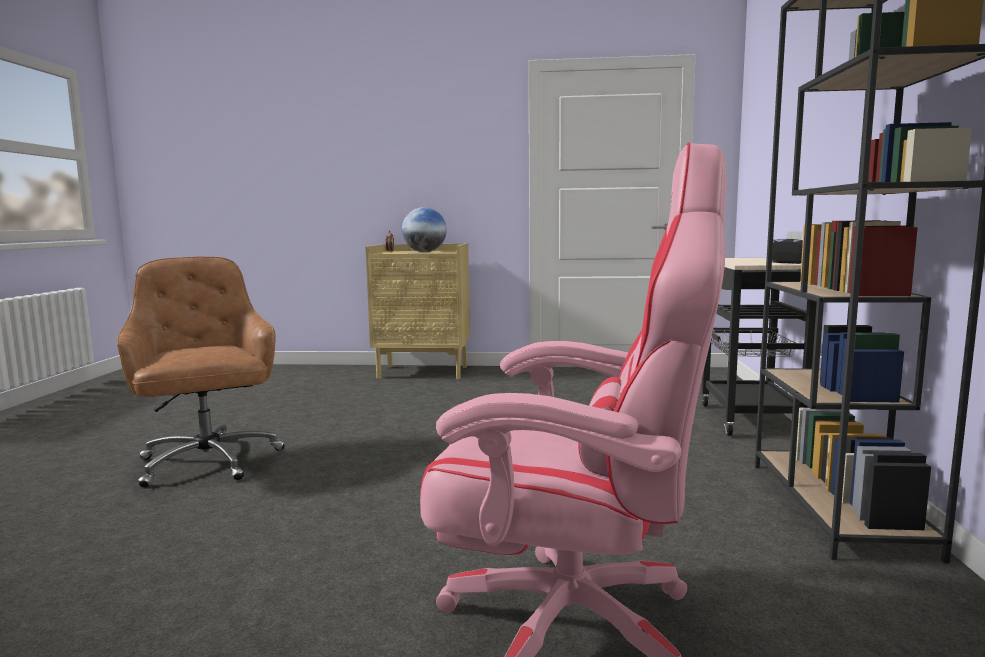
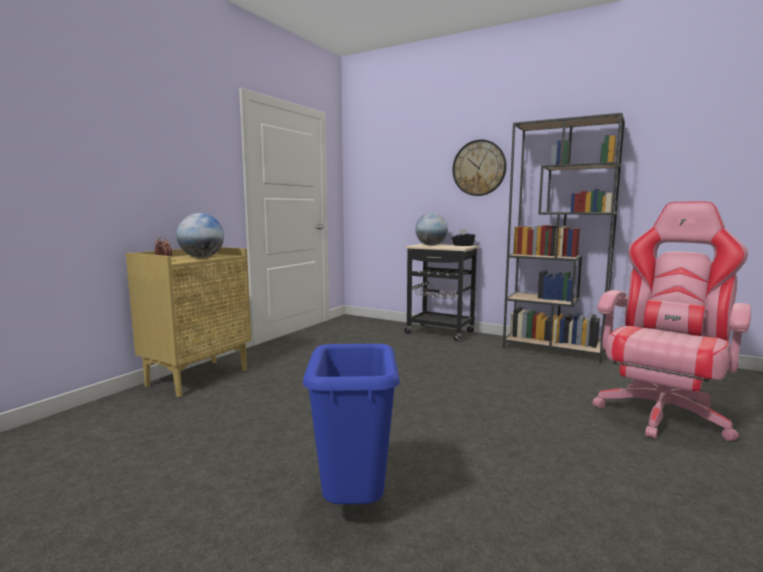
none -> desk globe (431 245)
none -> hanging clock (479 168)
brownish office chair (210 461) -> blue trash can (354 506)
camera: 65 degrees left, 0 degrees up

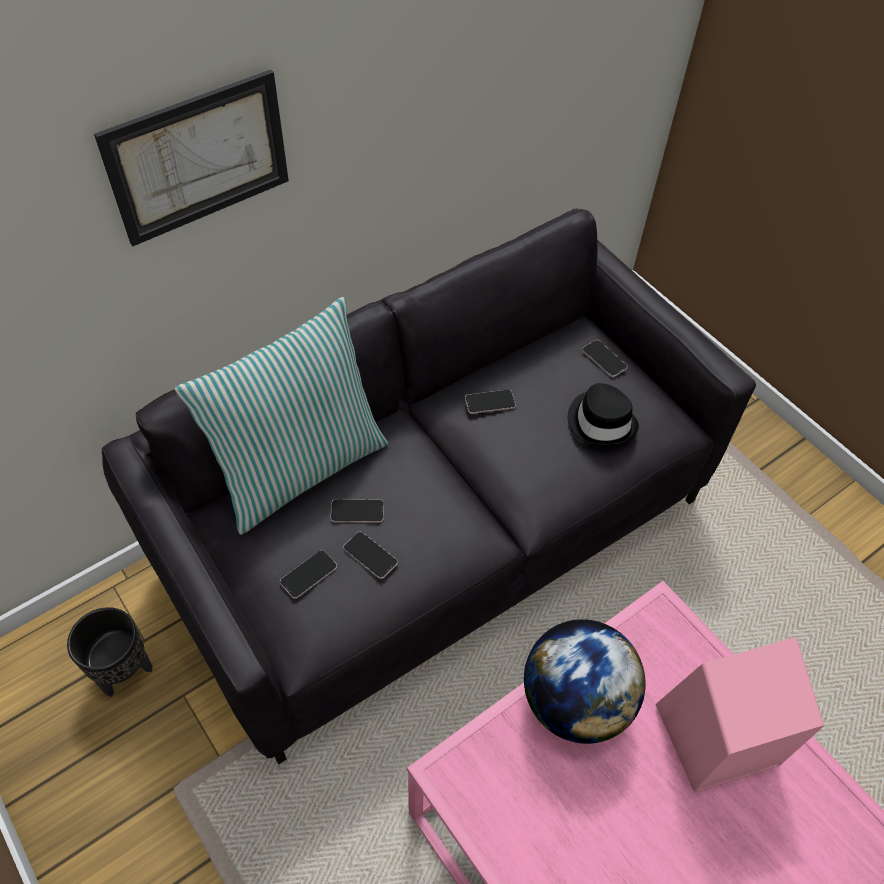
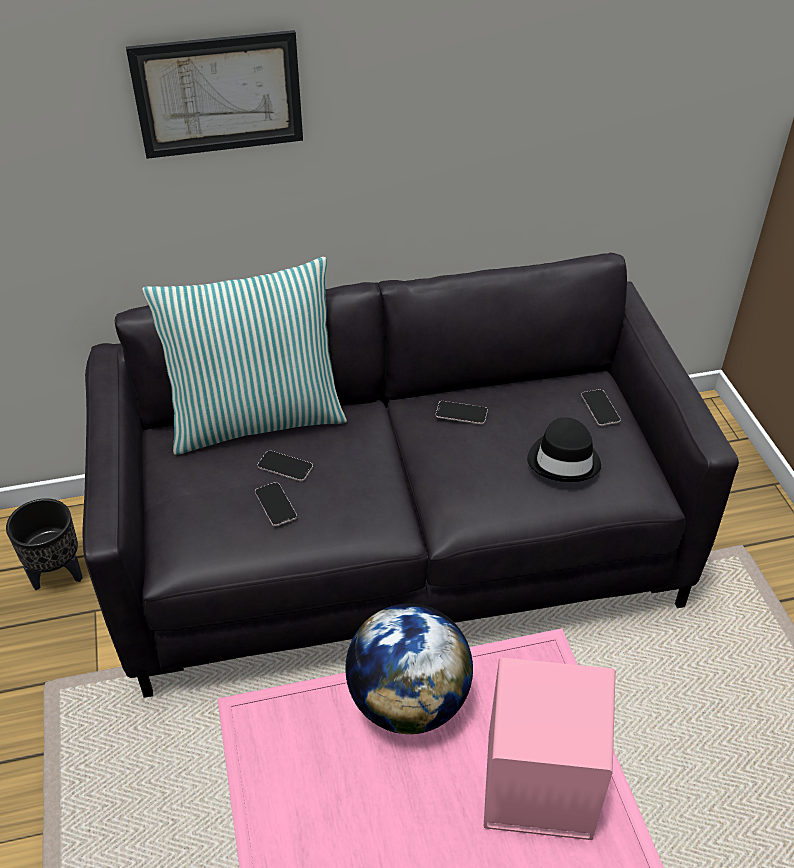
telephone (308 574) -> none
camera: 25 degrees right, 10 degrees down

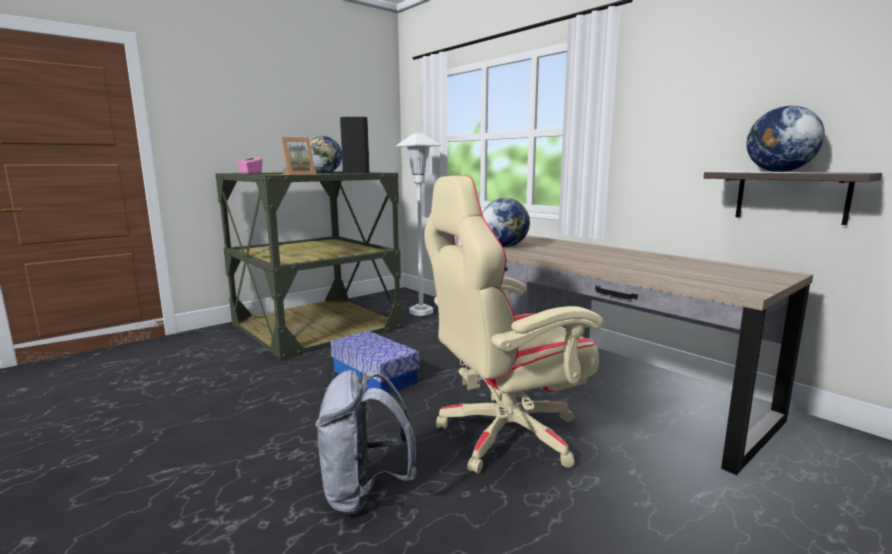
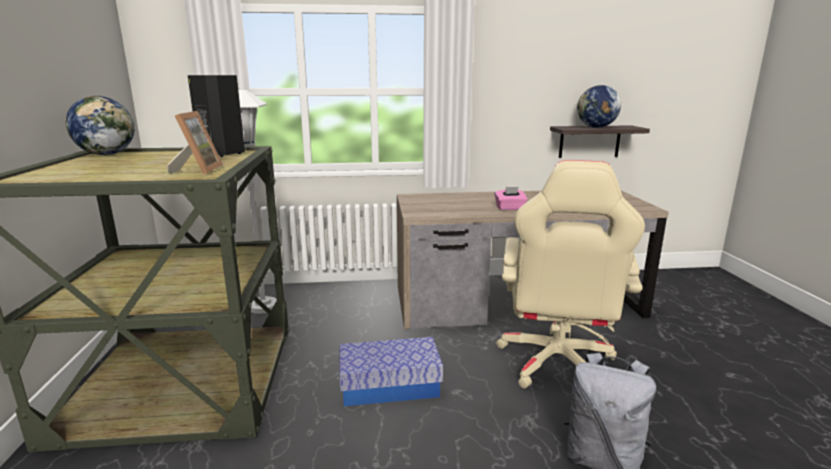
desk globe (504 246) -> none
pinkish box of tissues (250 173) -> pinkish box of tissues (510 208), relocated
camera: 55 degrees left, 5 degrees up

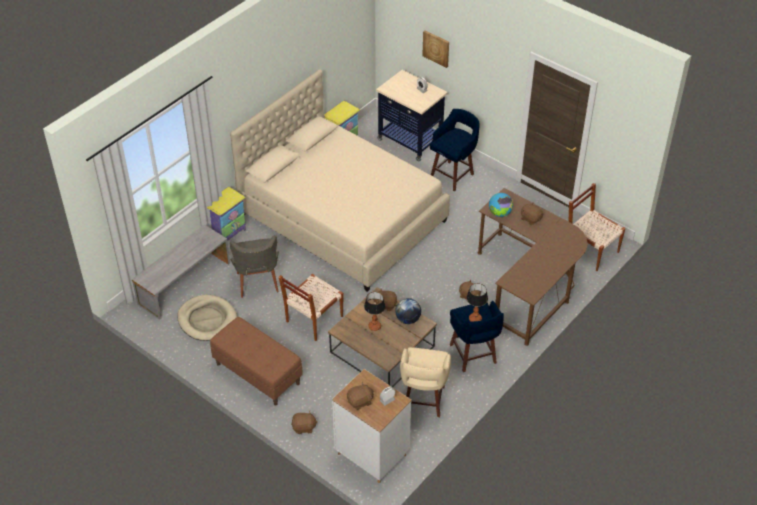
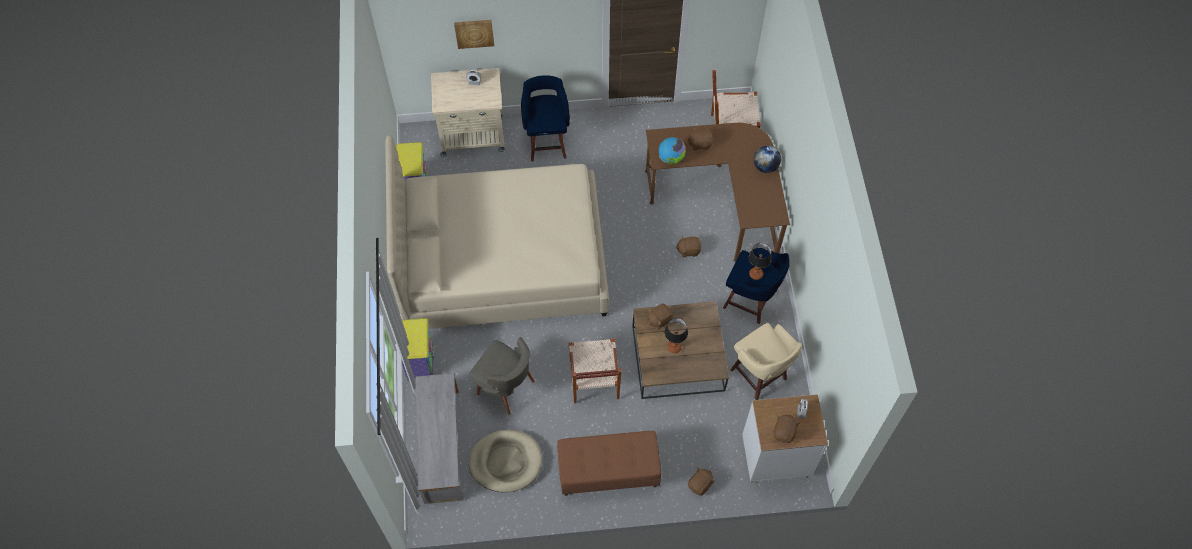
desk globe (408 319) -> desk globe (765 167), relocated
blue cart (410 142) -> beige-coloured cart (473 137)
camera: 45 degrees left, 15 degrees up

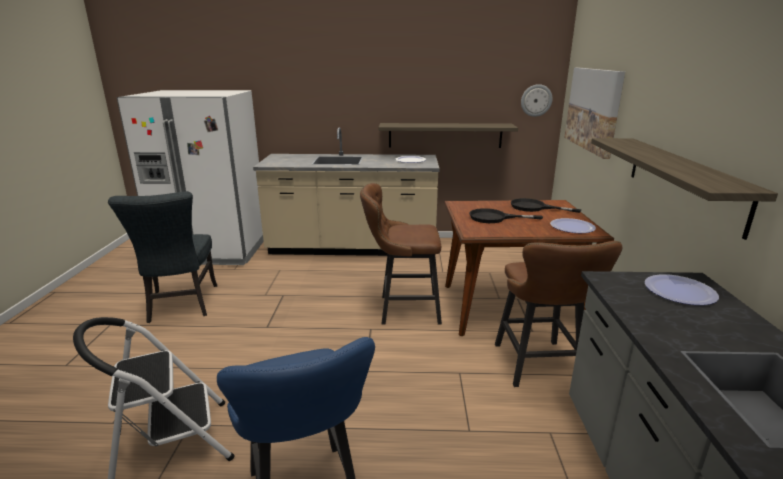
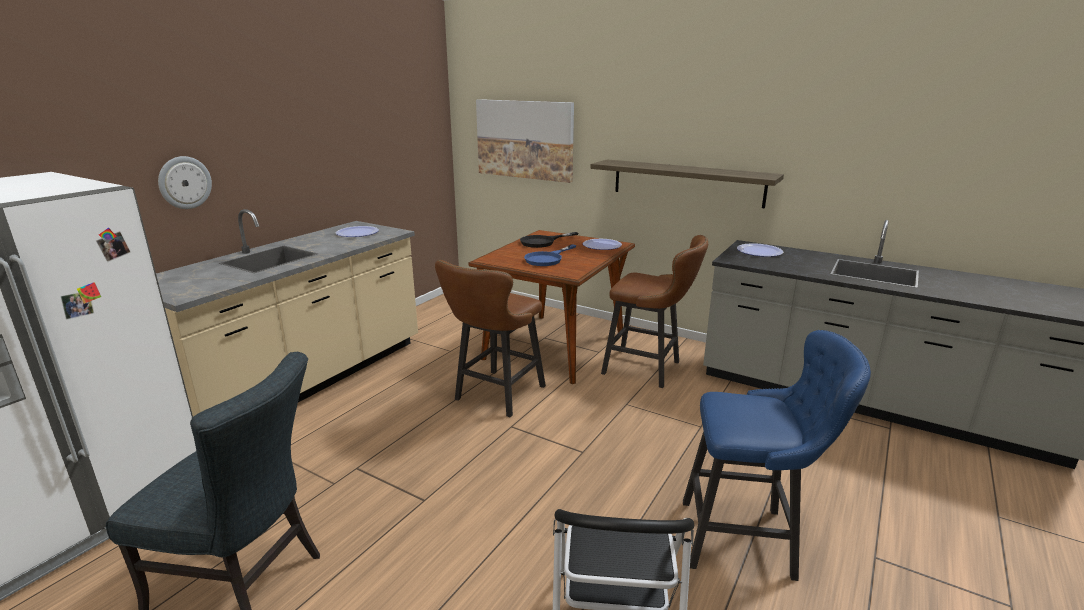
shelf (445 135) -> none
hanging clock (536 100) -> hanging clock (184 182), relocated
black-coloured skillet (494 218) -> blue skillet (547 259)
camera: 60 degrees left, 0 degrees up

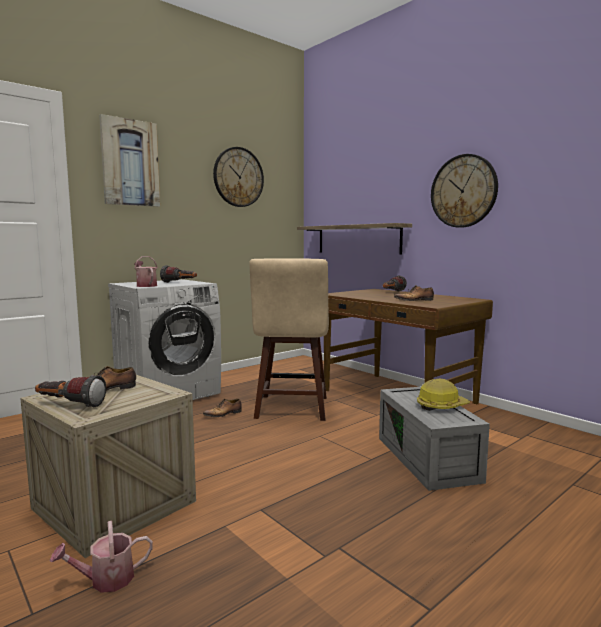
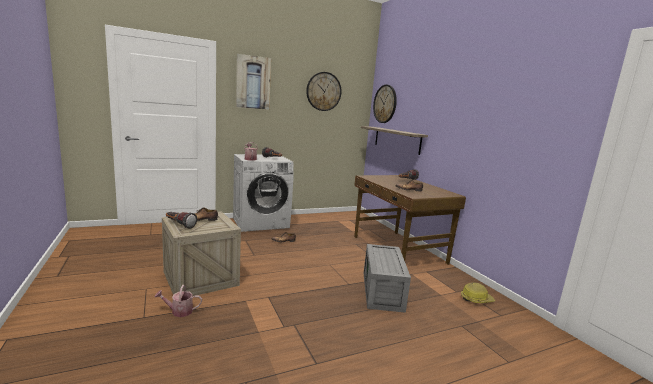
beige-coloured stool seat (291 409) -> none
safety helmet (441 406) -> safety helmet (476 299), relocated
hanging clock (463 191) -> hanging clock (385 104), relocated
camera: 15 degrees right, 5 degrees up

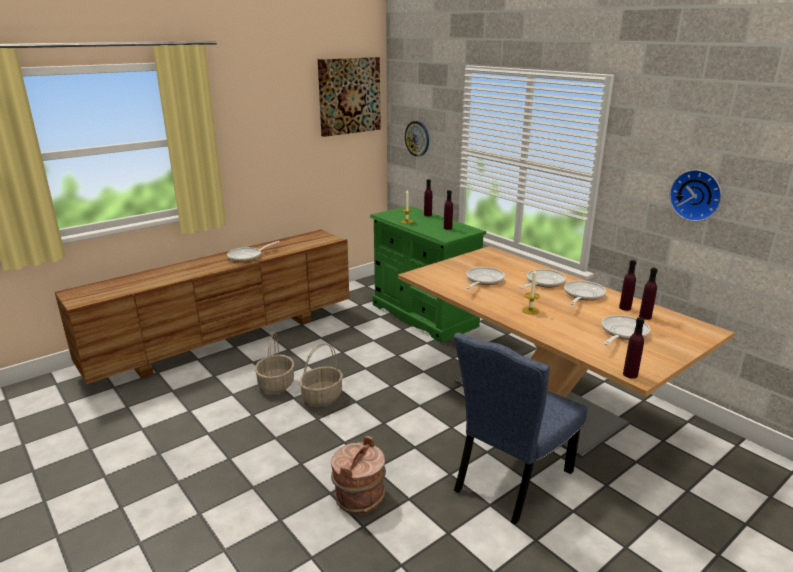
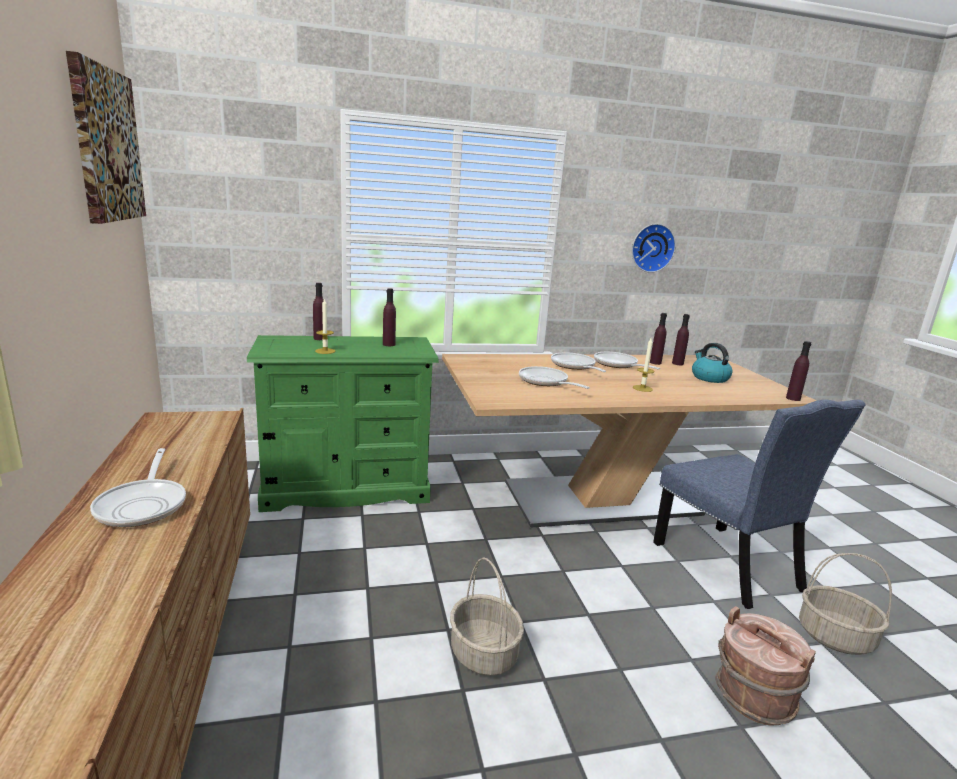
hanging clock (417 138) -> none
storage basket (276 384) -> storage basket (834 637), relocated
skillet (622 333) -> water kettle (709 378)
camera: 65 degrees left, 5 degrees down

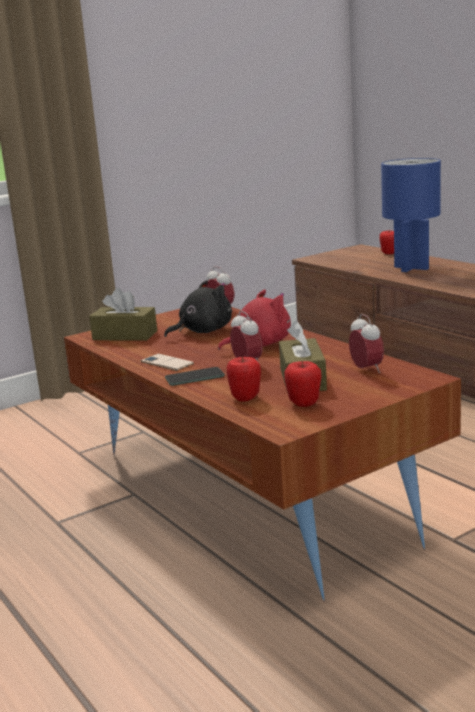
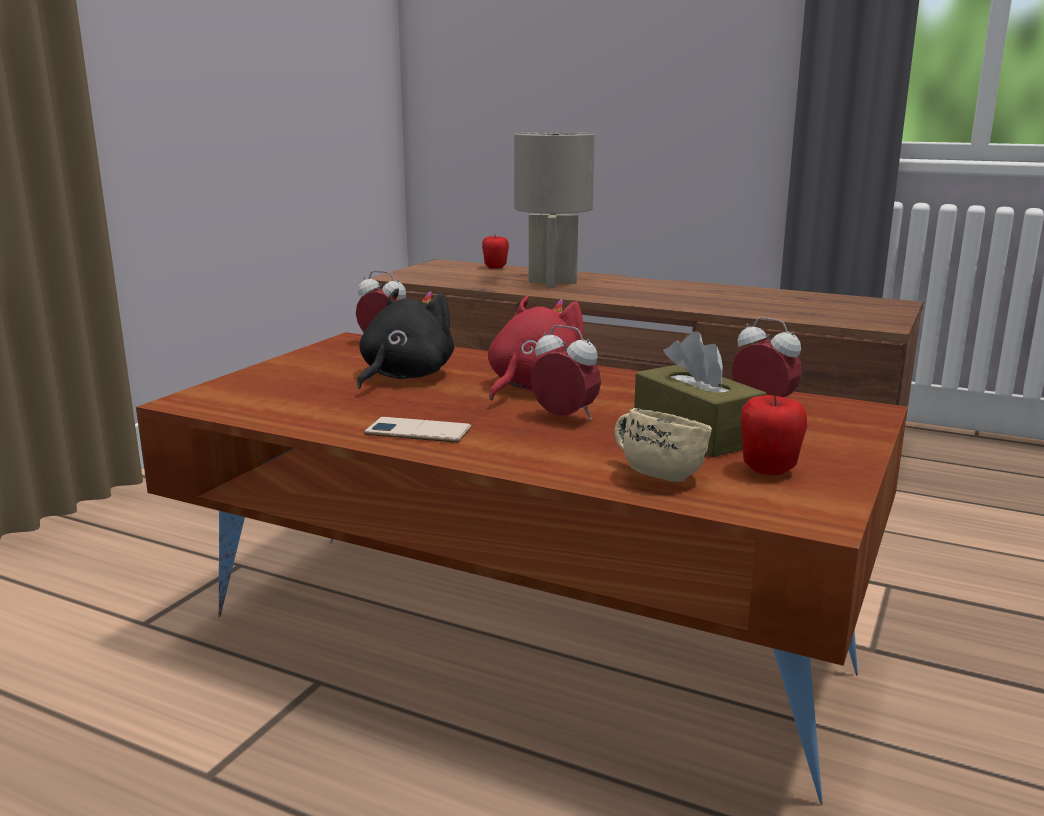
brownish box of tissues (125 335) -> none
telephone (194 377) -> none
apple (245 398) -> beige-coloured tea mug (657 473)
blue lamp for a table (411 268) -> grey lamp for a table (552 282)
camera: 30 degrees left, 0 degrees up

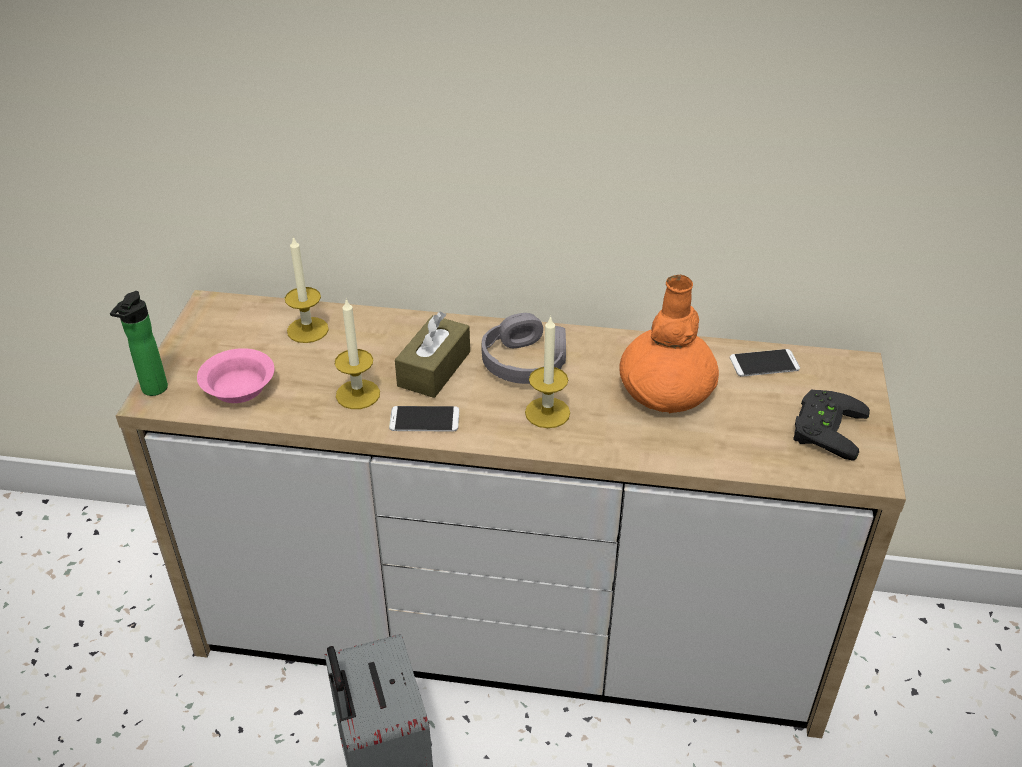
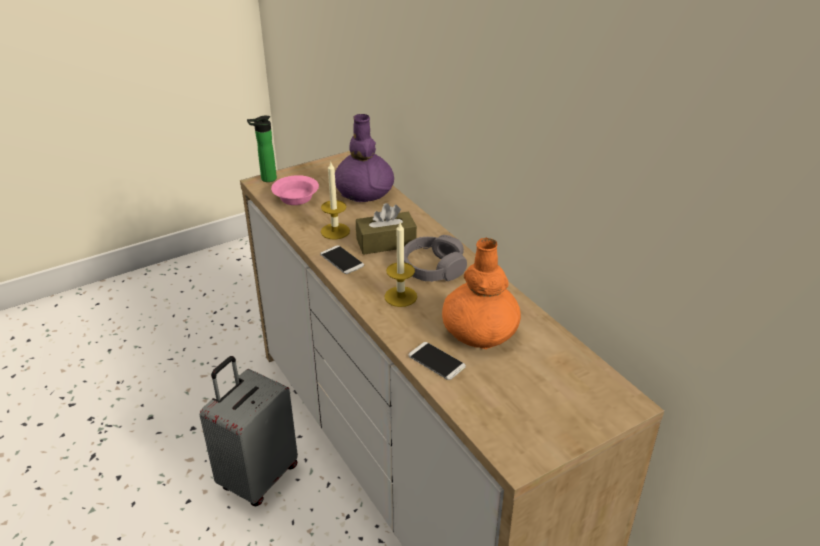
black-coloured joypad (823 427) -> none
telephone (764 364) -> telephone (436 361), relocated
wax light (307 330) -> purple flower vase (364 192)
camera: 50 degrees right, 5 degrees down

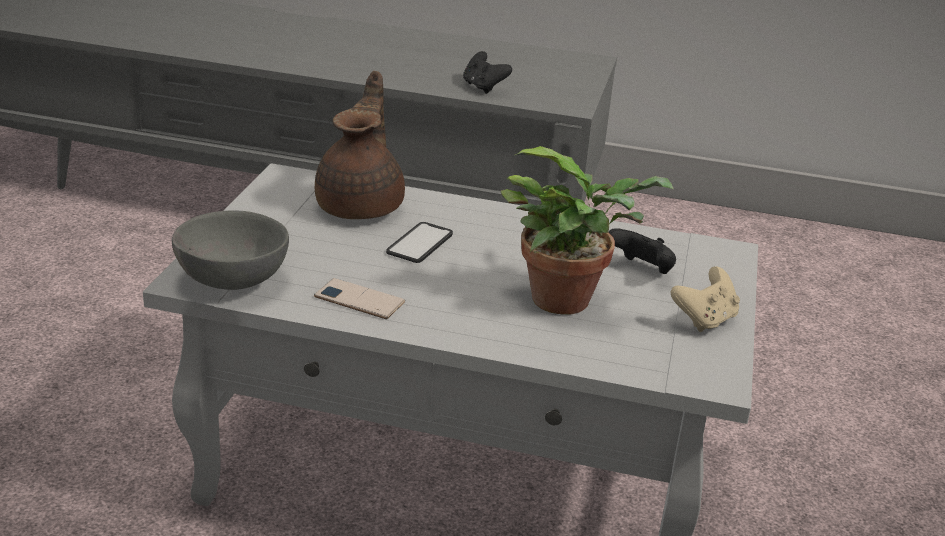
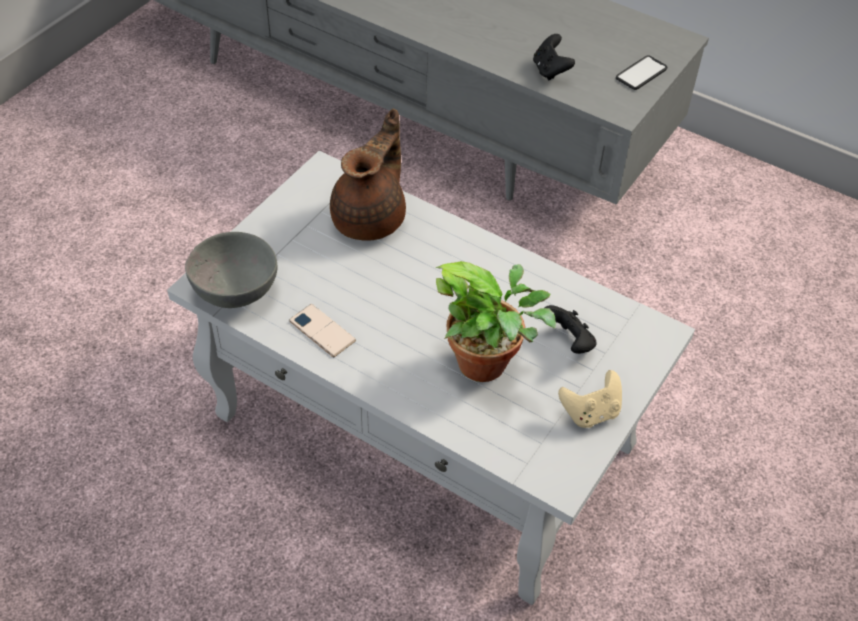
telephone (420 243) -> telephone (641 73), relocated
camera: 20 degrees right, 20 degrees up

